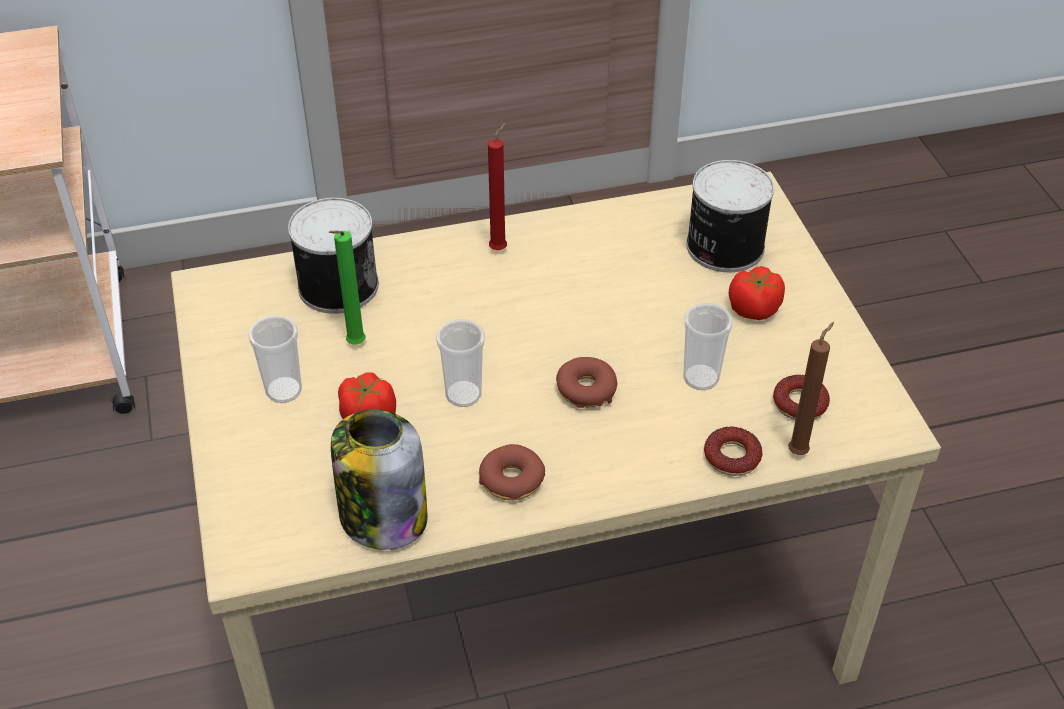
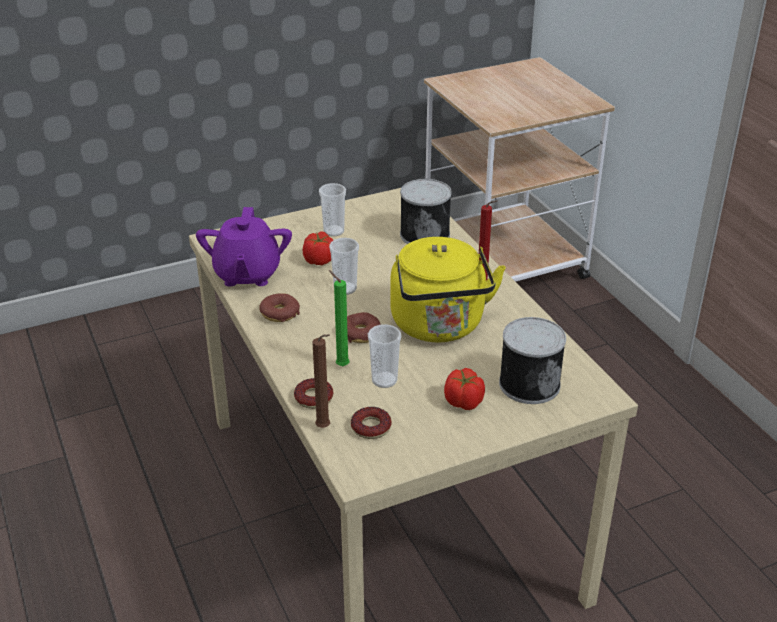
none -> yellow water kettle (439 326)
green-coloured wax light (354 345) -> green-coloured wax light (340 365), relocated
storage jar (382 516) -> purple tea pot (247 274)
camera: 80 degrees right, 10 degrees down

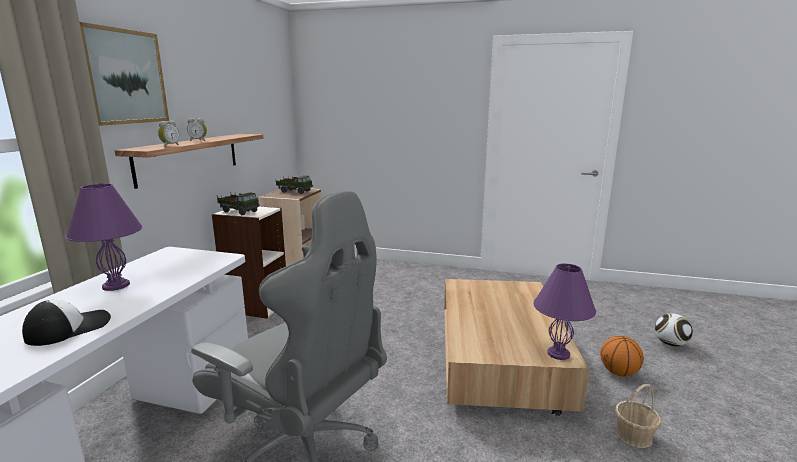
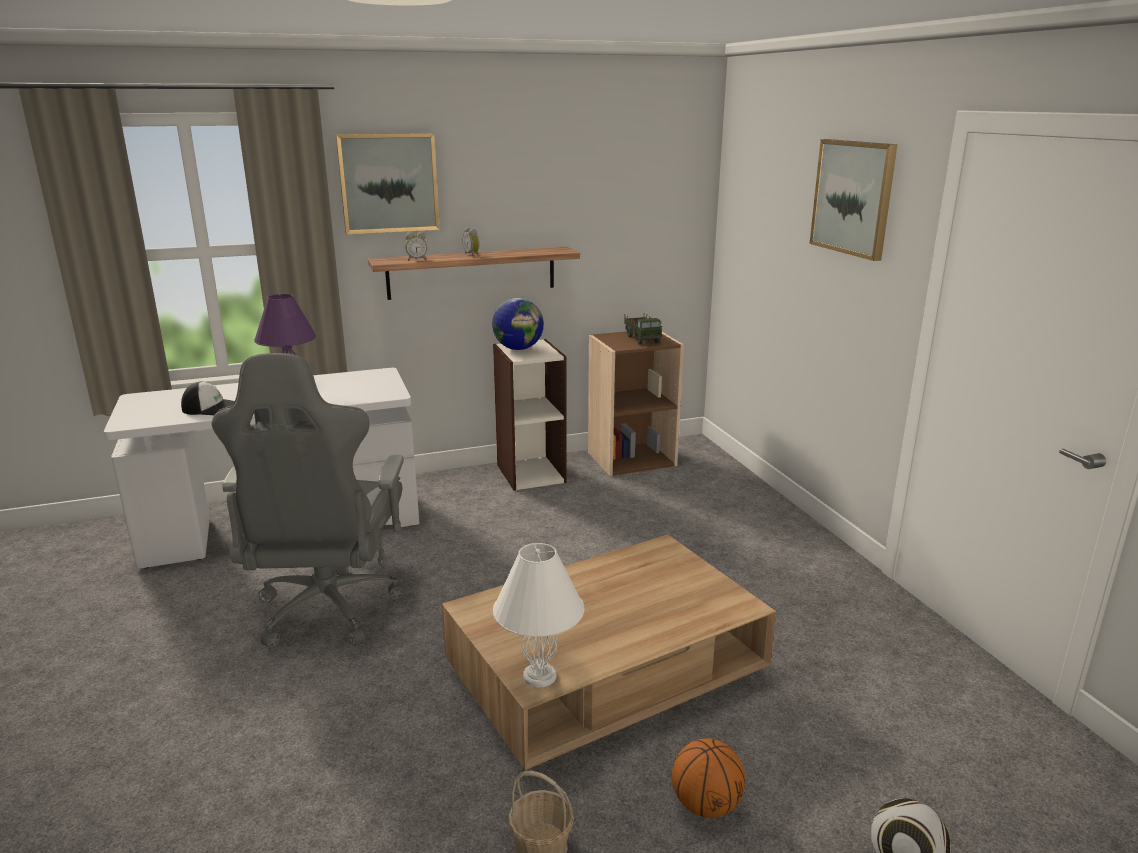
none -> wall picture (853 197)
toy lorry (239 211) -> desk globe (518 348)
purple lamp for a table (558 354) -> whitish lamp for a table (539 676)
camera: 55 degrees right, 5 degrees up

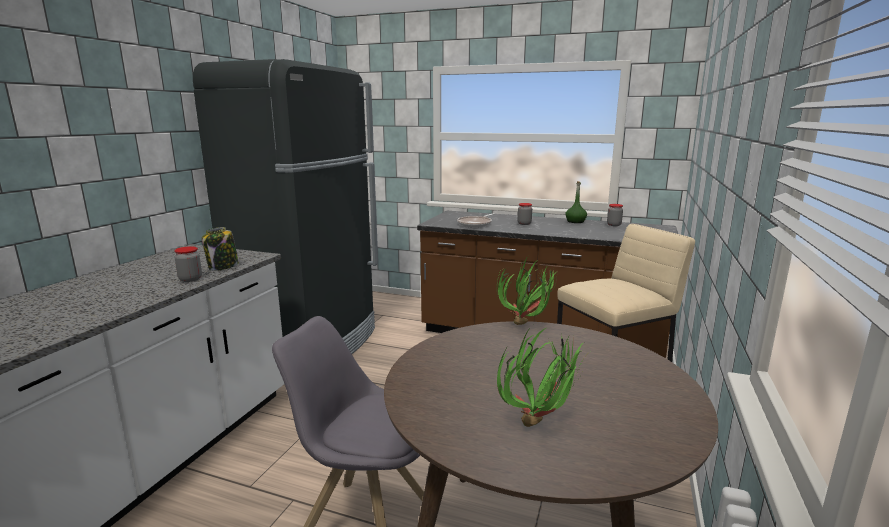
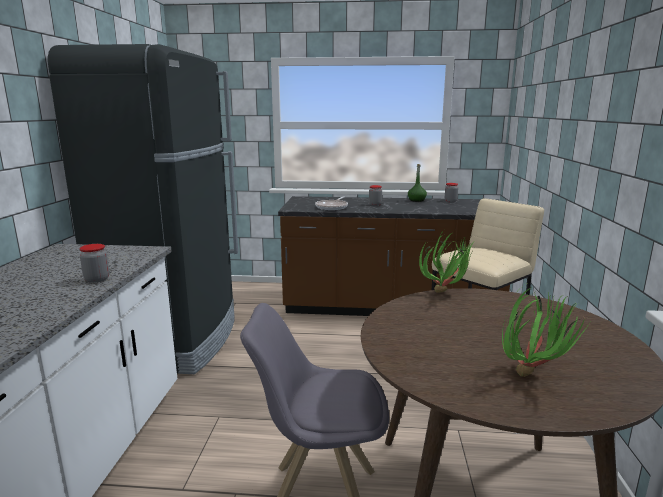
storage jar (223 267) -> none
camera: 15 degrees left, 0 degrees up

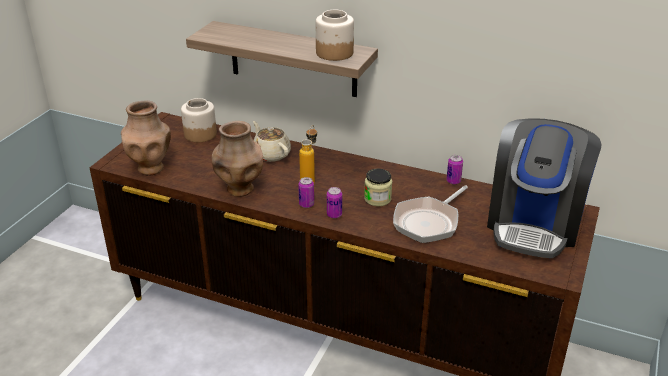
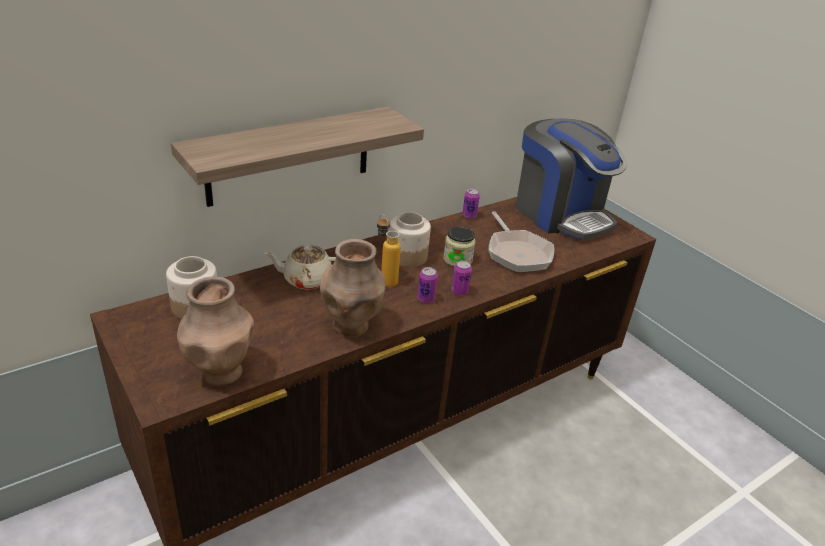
storage jar (334 53) -> storage jar (407 257), relocated
camera: 60 degrees left, 0 degrees up

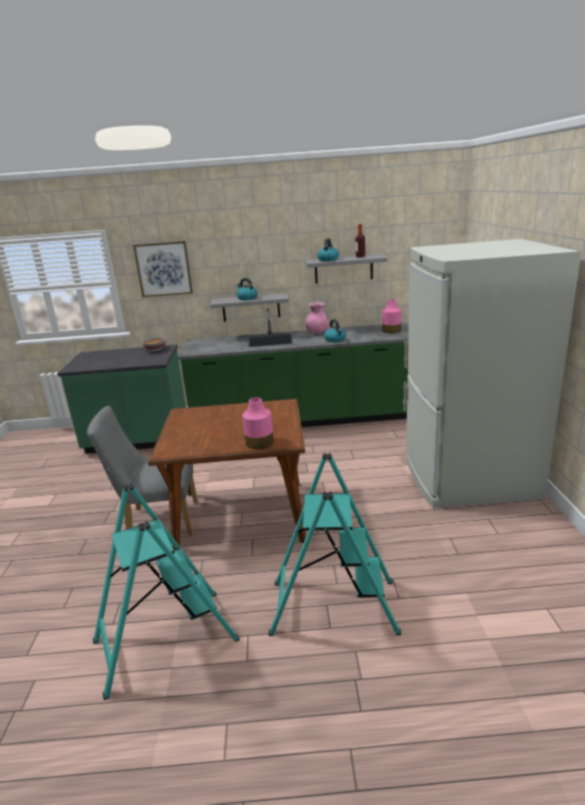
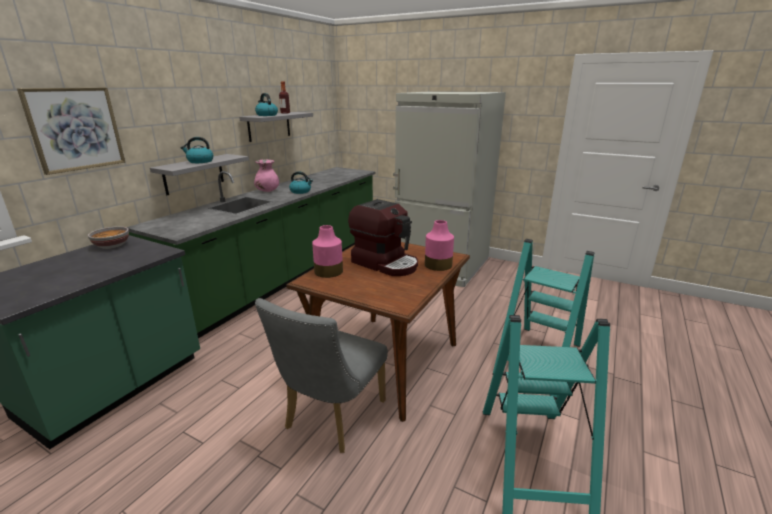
none -> coffee maker (385 263)
pinkish flower vase (391 330) -> pinkish flower vase (328 271), relocated
camera: 60 degrees left, 0 degrees up

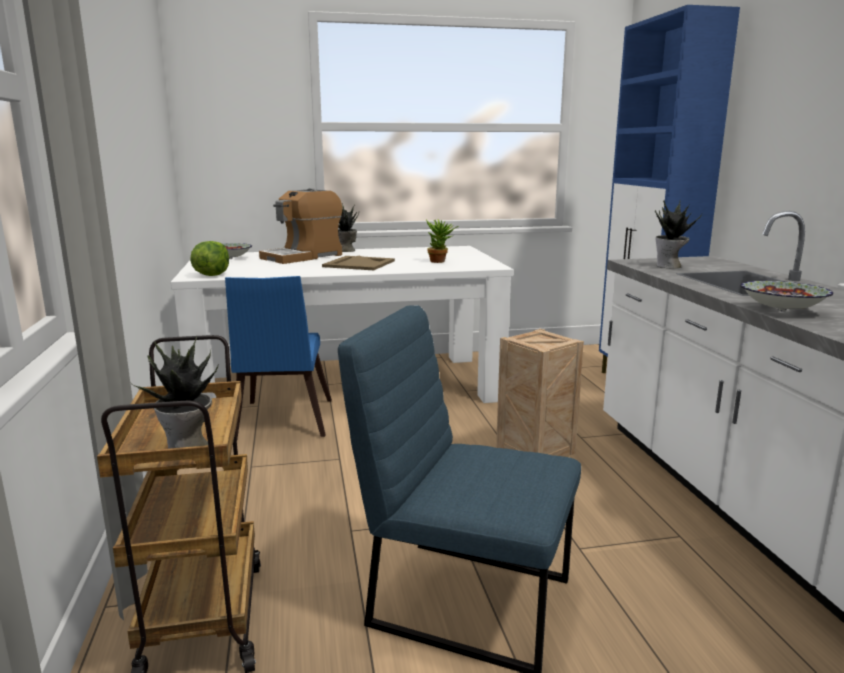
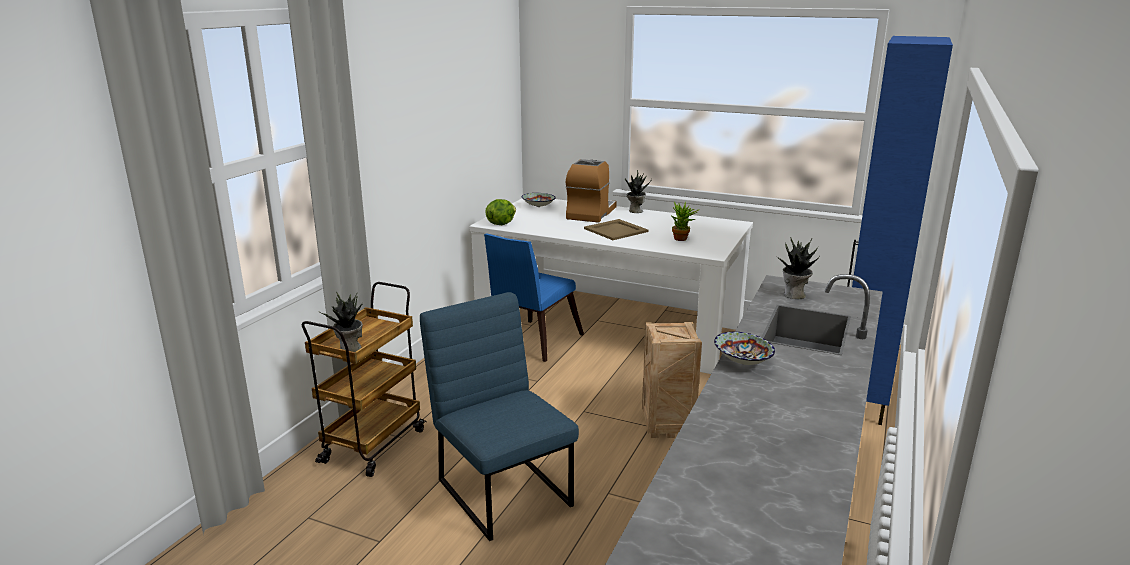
coffee maker (303 257) -> coffee maker (591 213), 120 degrees clockwise
camera: 35 degrees right, 5 degrees up

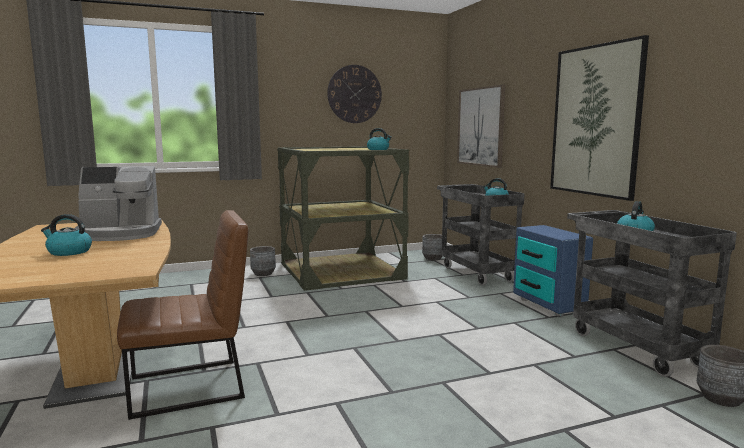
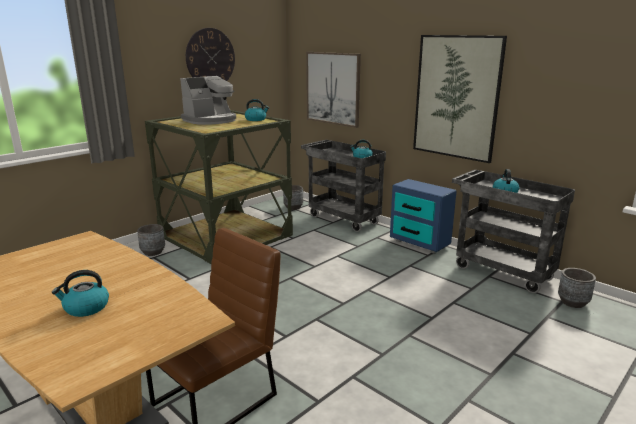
coffee maker (120 234) -> coffee maker (211 120), relocated
camera: 25 degrees left, 10 degrees up

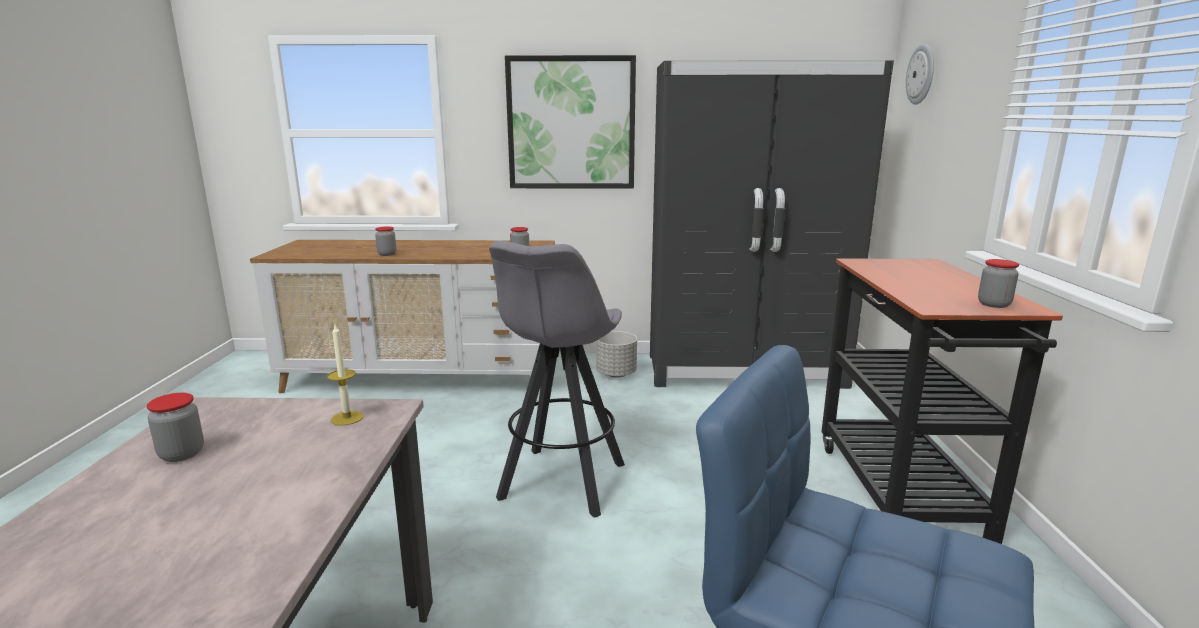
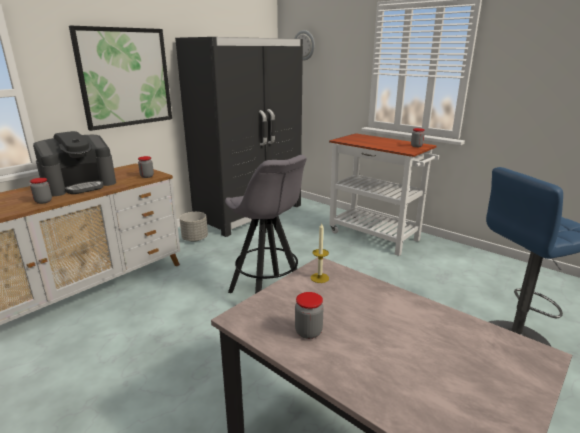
none -> coffee maker (80 185)
black-coloured cart (899 495) -> whitish cart (375 236)
camera: 50 degrees left, 5 degrees up

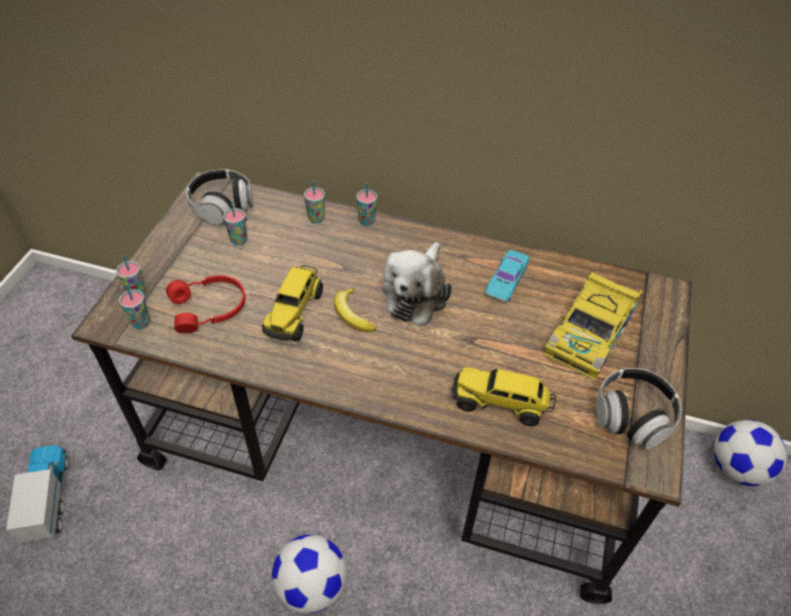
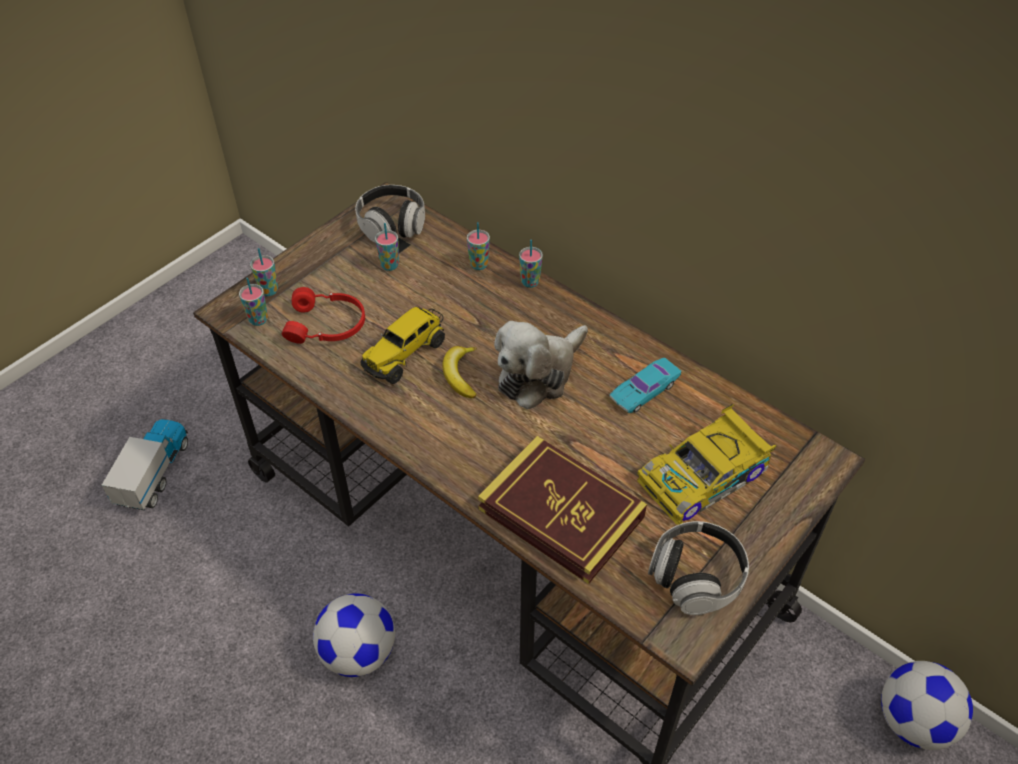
toy lorry (500 402) -> volume (561 513)
camera: 25 degrees right, 0 degrees up

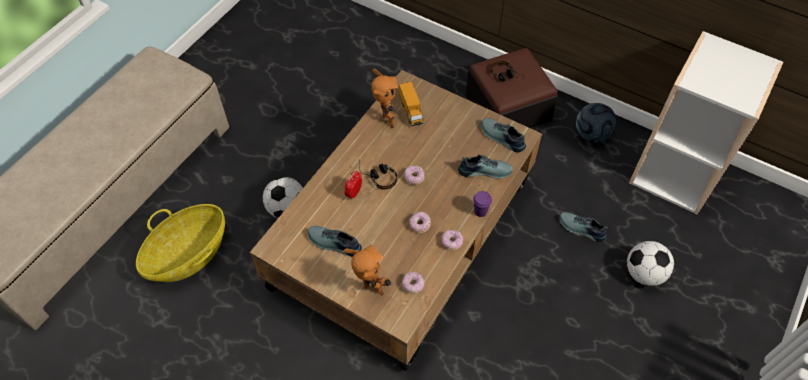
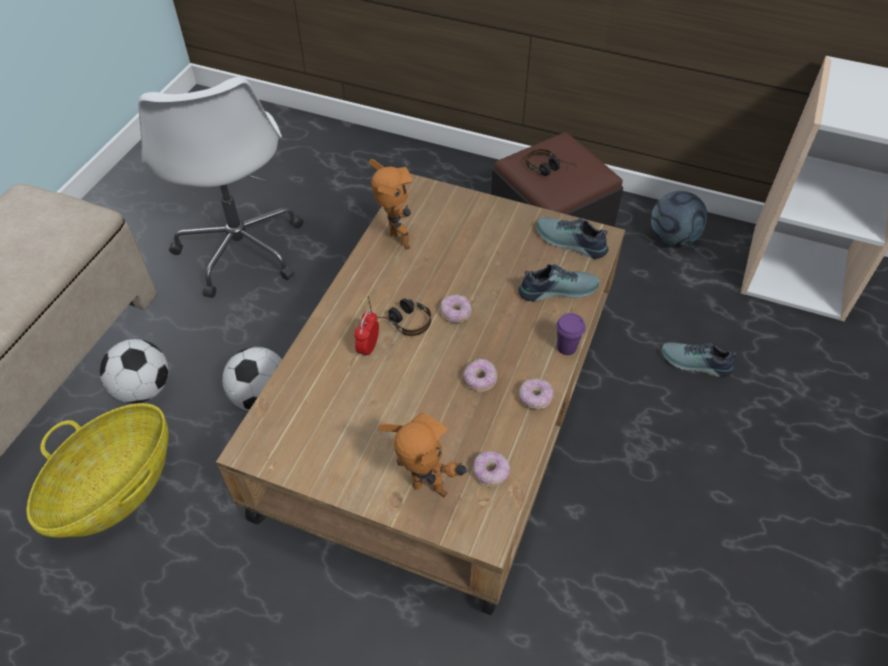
item of footwear (334 244) -> none
toy lorry (411 111) -> none
none -> whitish office chair (241 253)
football ball (643 273) -> football ball (143 389), relocated
camera: 10 degrees left, 5 degrees down

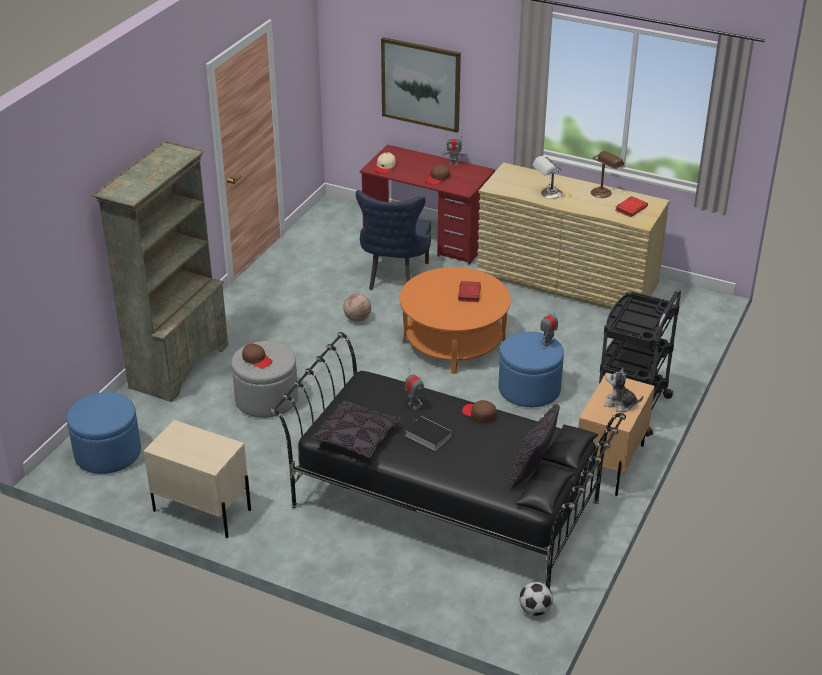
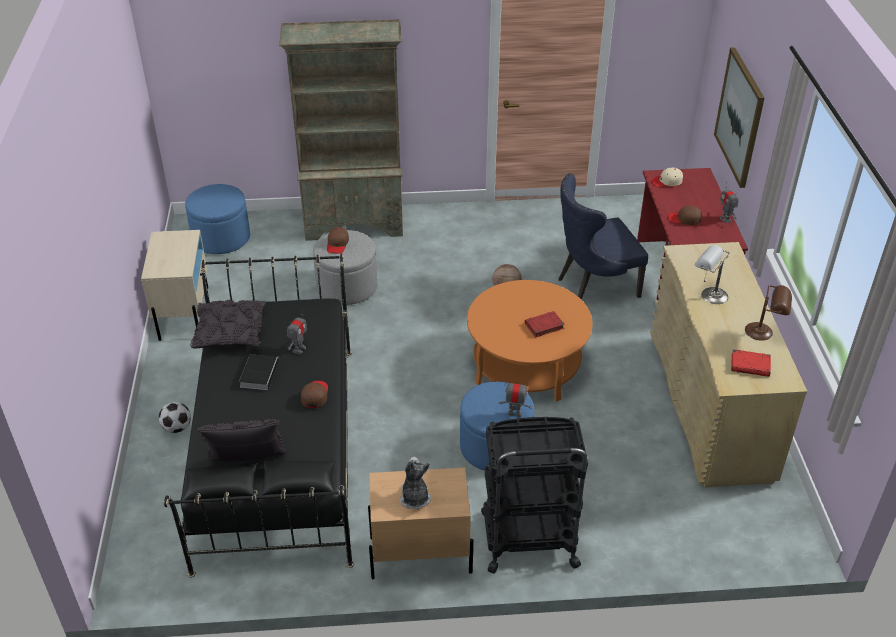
football ball (534 610) -> football ball (177 427), relocated
camera: 60 degrees right, 5 degrees up

